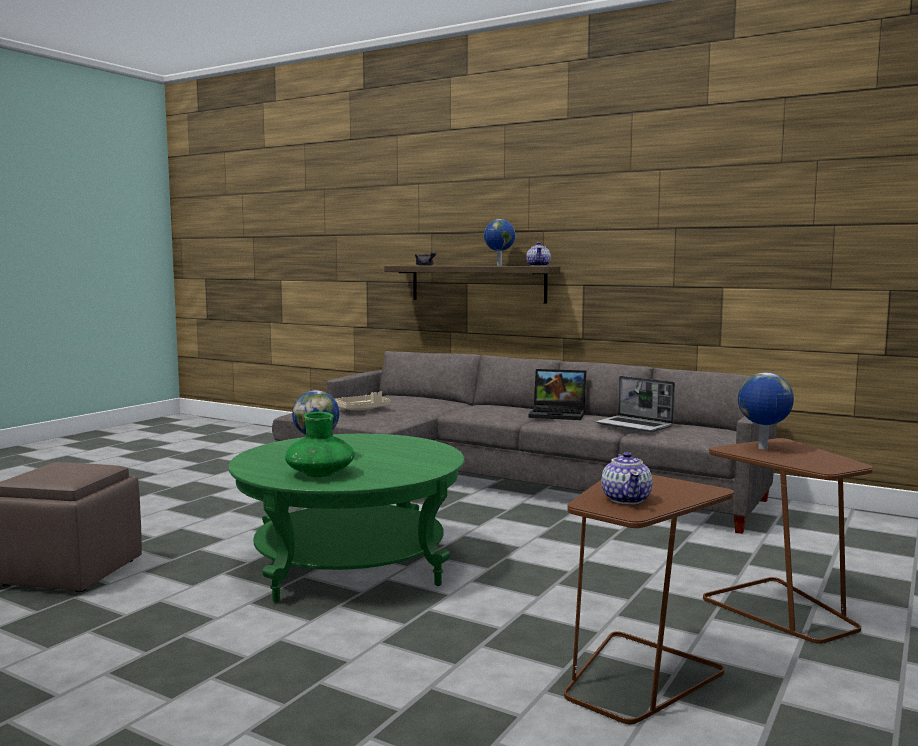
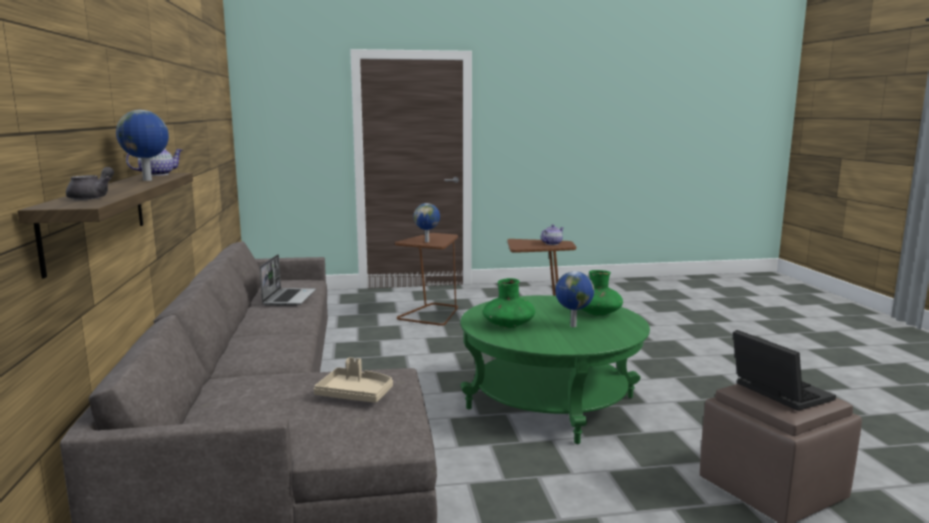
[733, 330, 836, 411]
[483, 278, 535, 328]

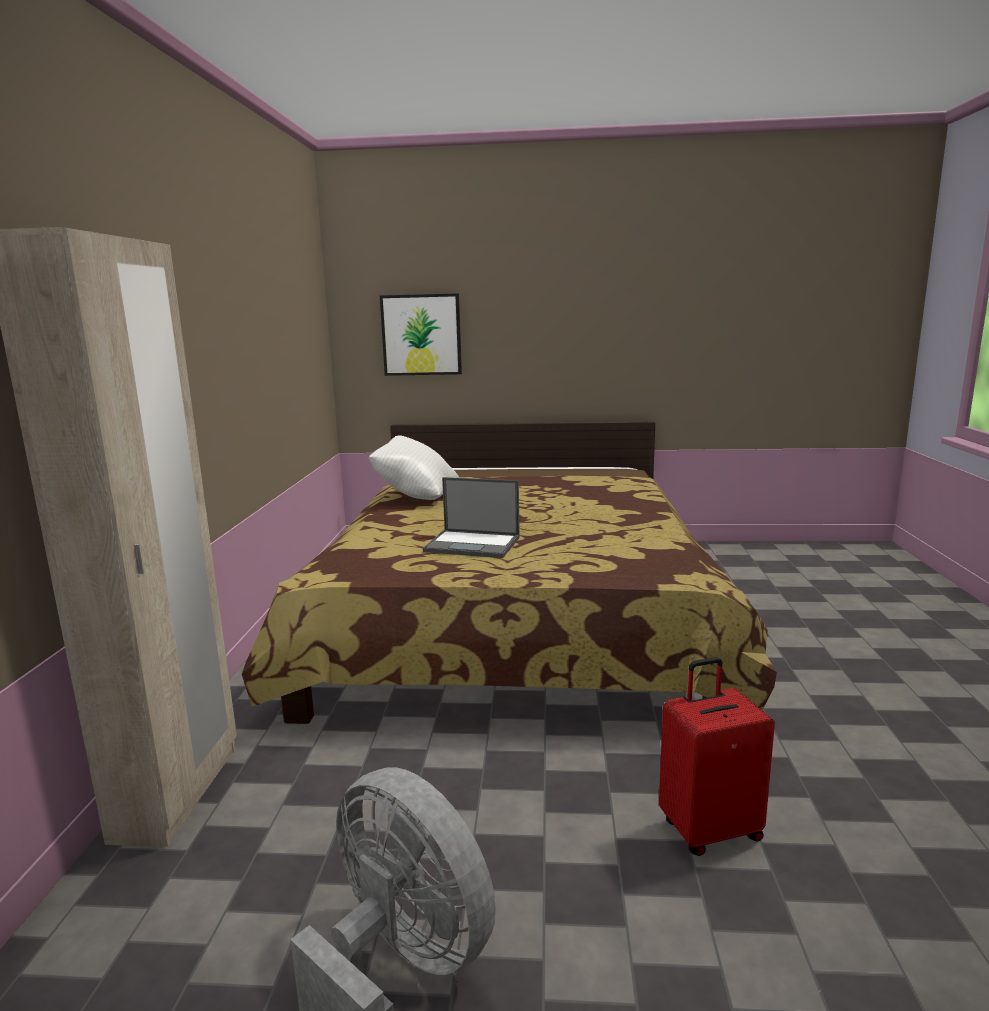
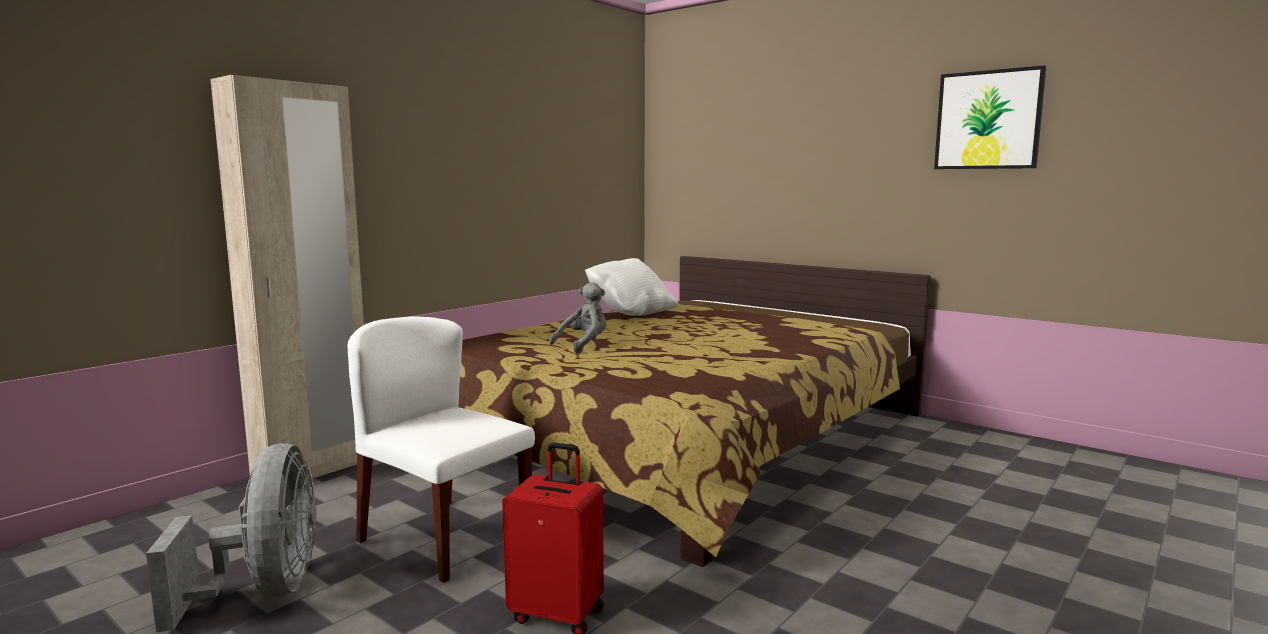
[934, 65, 1046, 169]
[549, 282, 606, 353]
[348, 317, 535, 583]

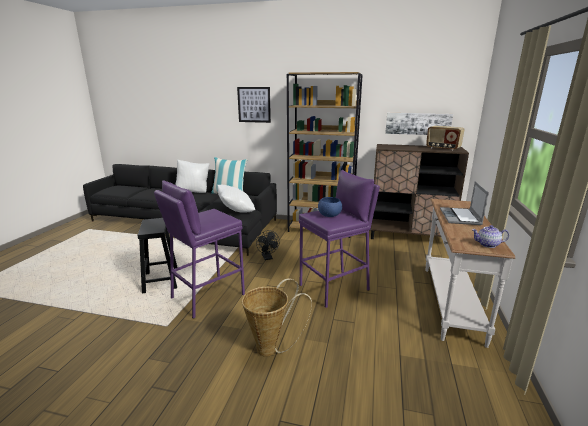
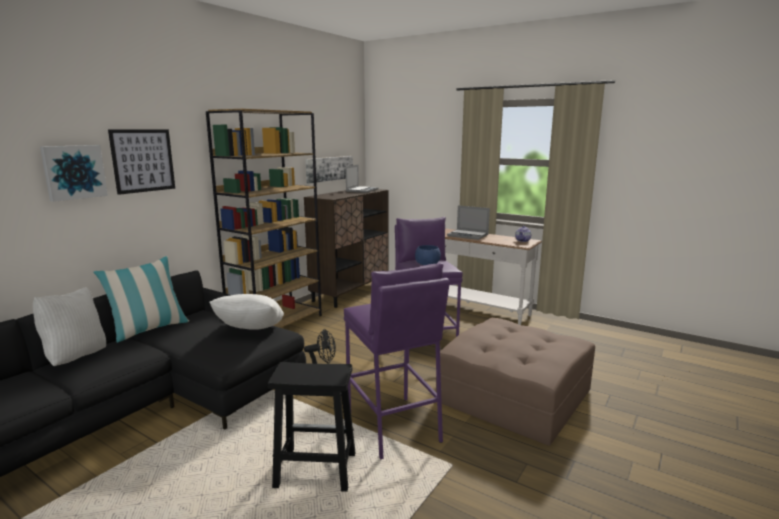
[346, 165, 379, 193]
[436, 318, 595, 446]
[40, 145, 108, 202]

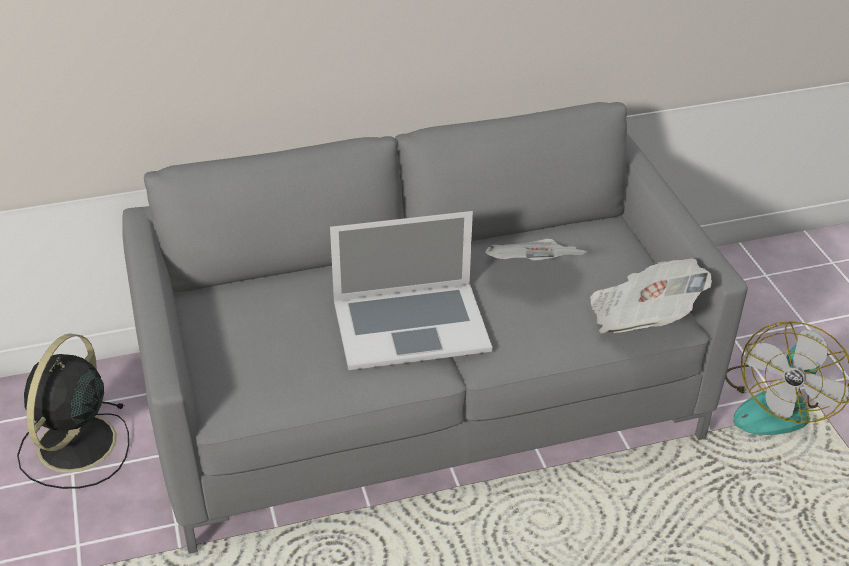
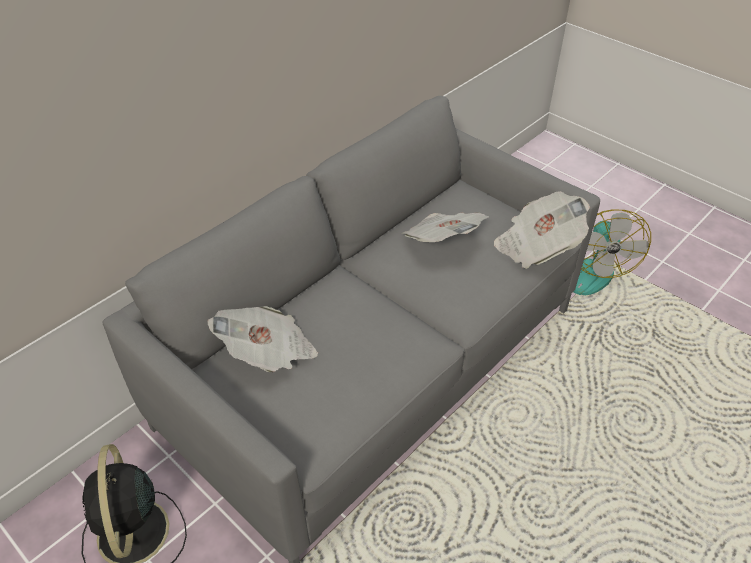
[330, 211, 492, 370] (first image)
[207, 306, 318, 372]

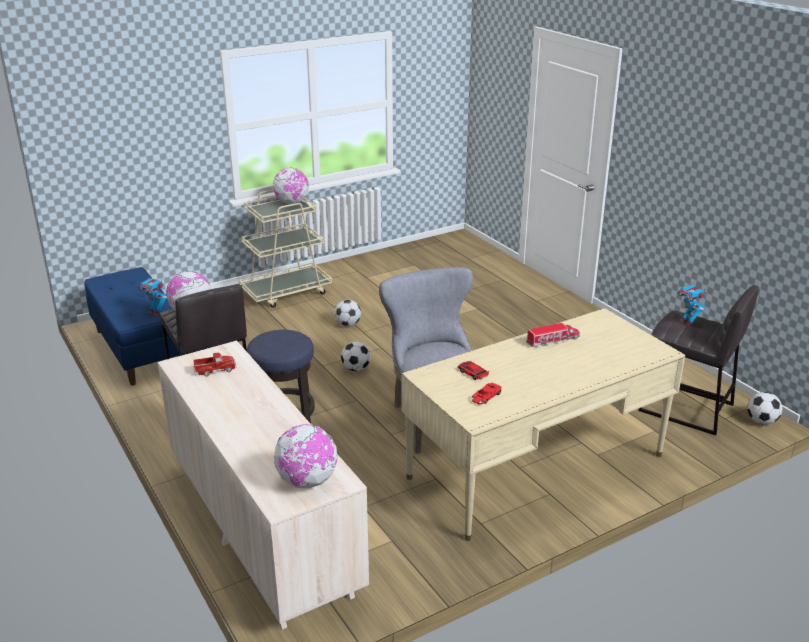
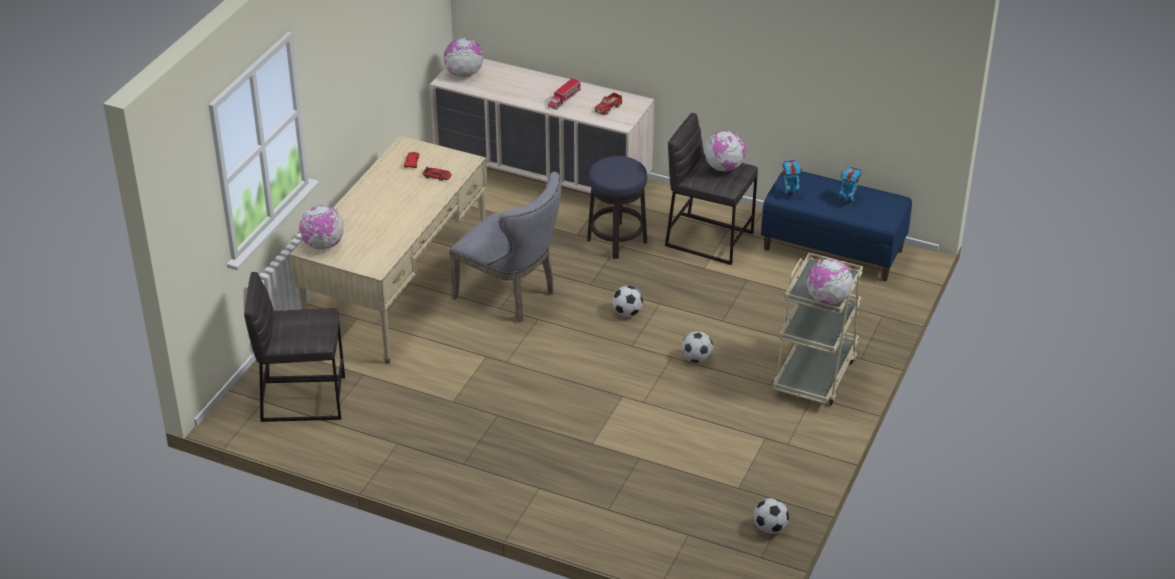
[839, 166, 862, 205]
[548, 78, 581, 110]
[753, 498, 789, 534]
[299, 205, 344, 250]

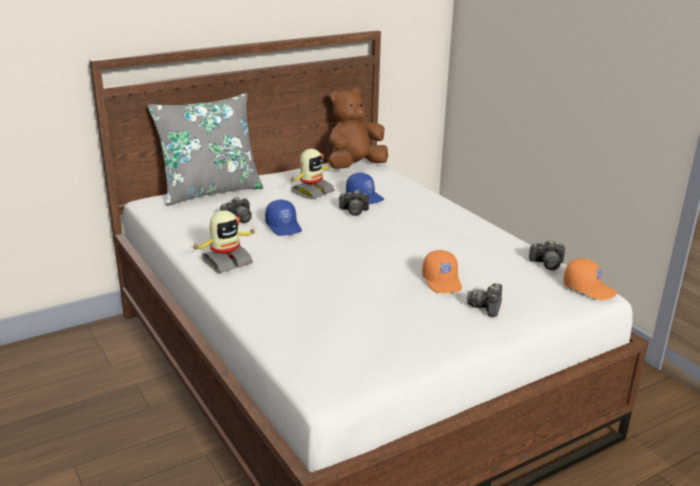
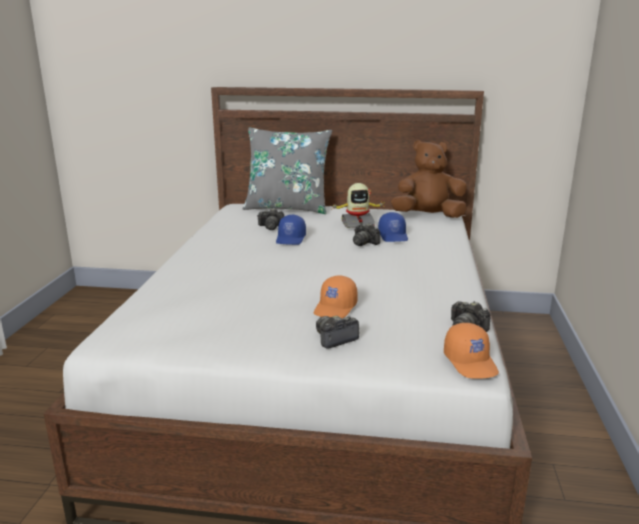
[190, 210, 257, 273] (first image)

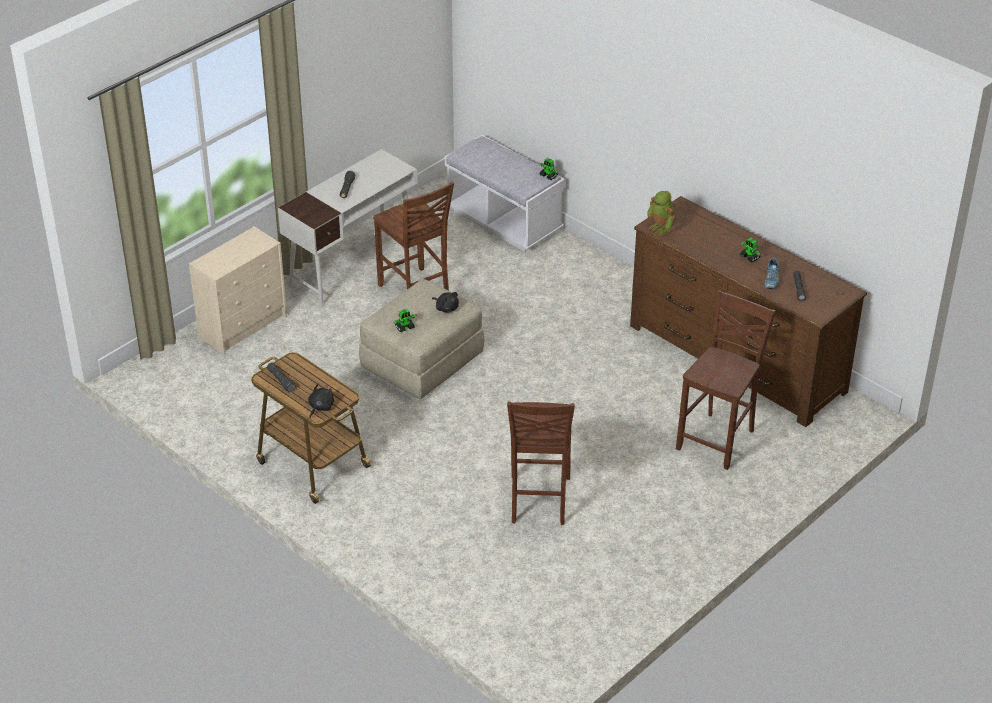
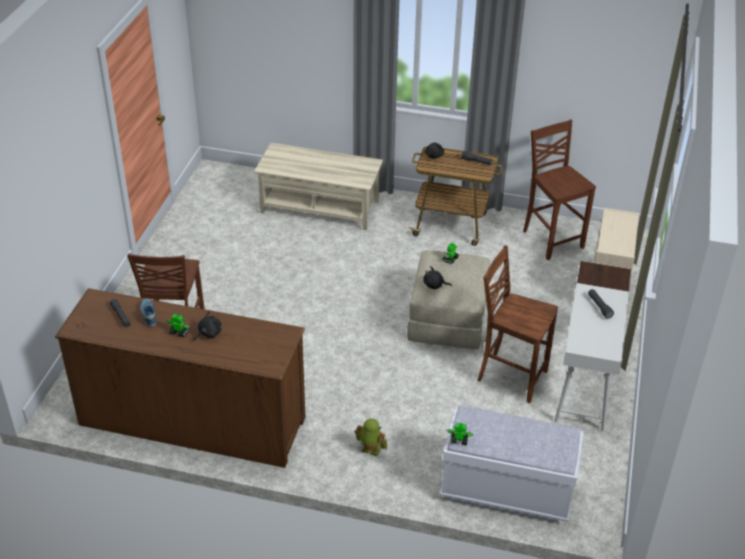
[355, 418, 388, 456]
[523, 120, 596, 260]
[254, 143, 383, 230]
[193, 311, 222, 342]

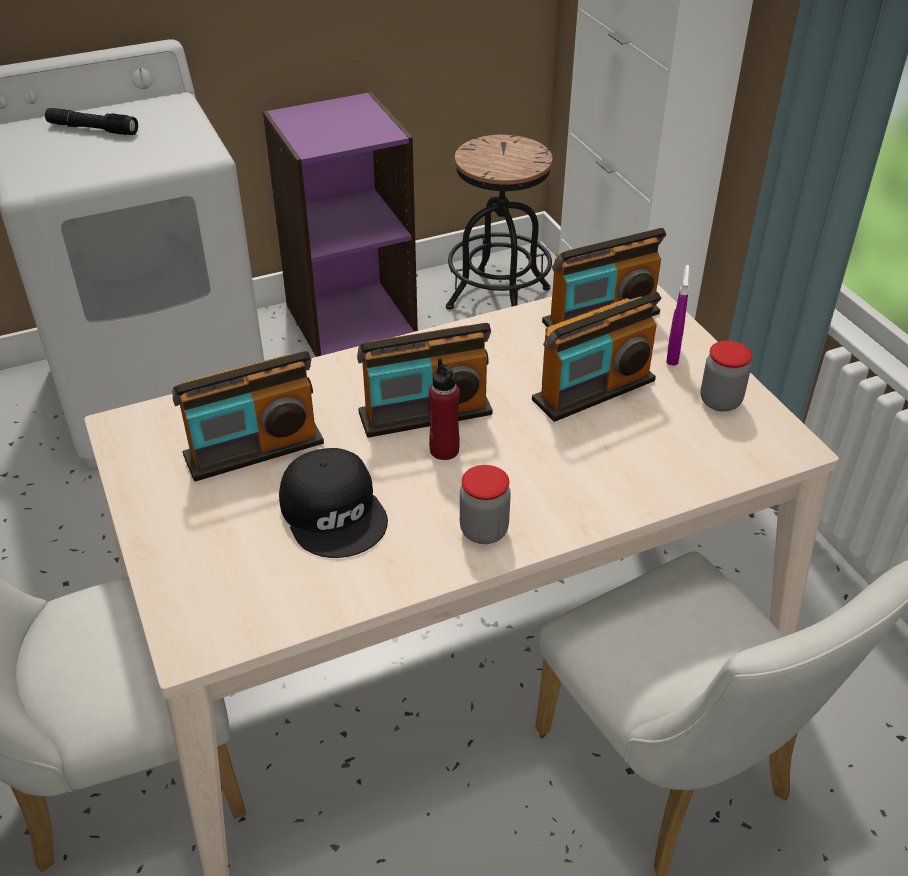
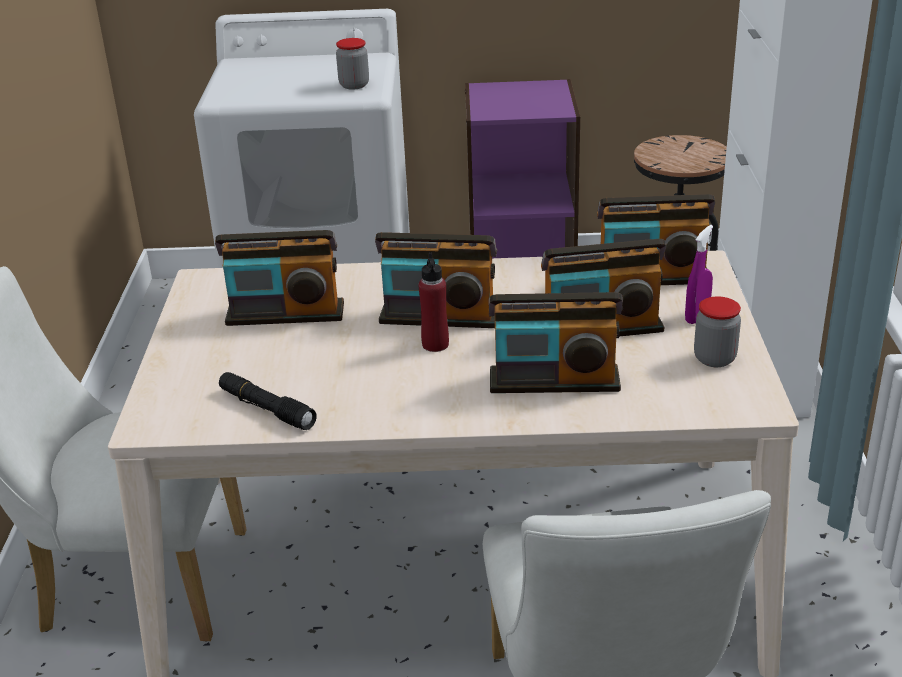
[219, 372, 317, 430]
[279, 448, 388, 558] (first image)
[336, 38, 369, 90]
[489, 292, 623, 393]

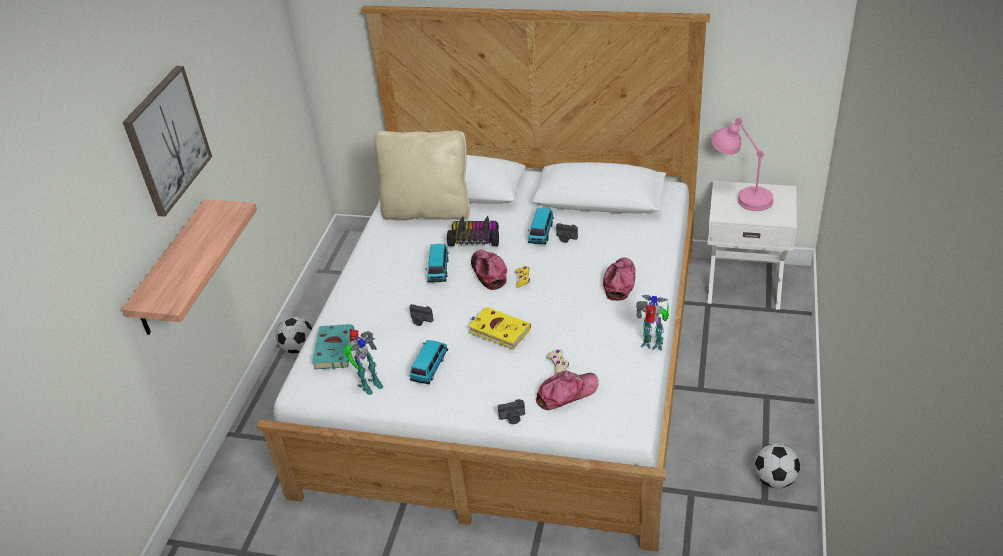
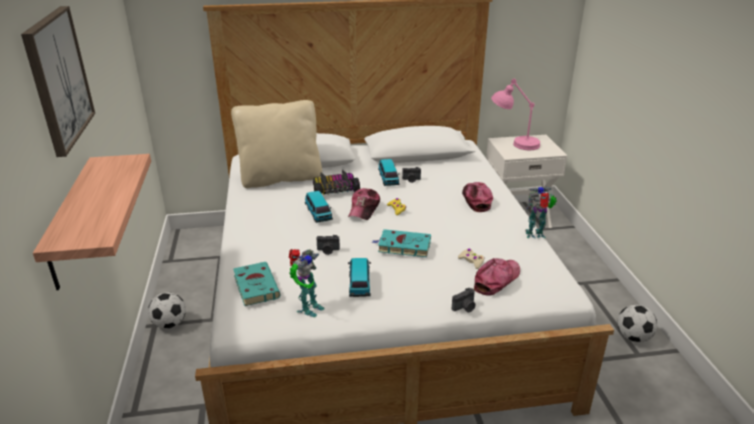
[348, 188, 380, 220]
[372, 229, 431, 257]

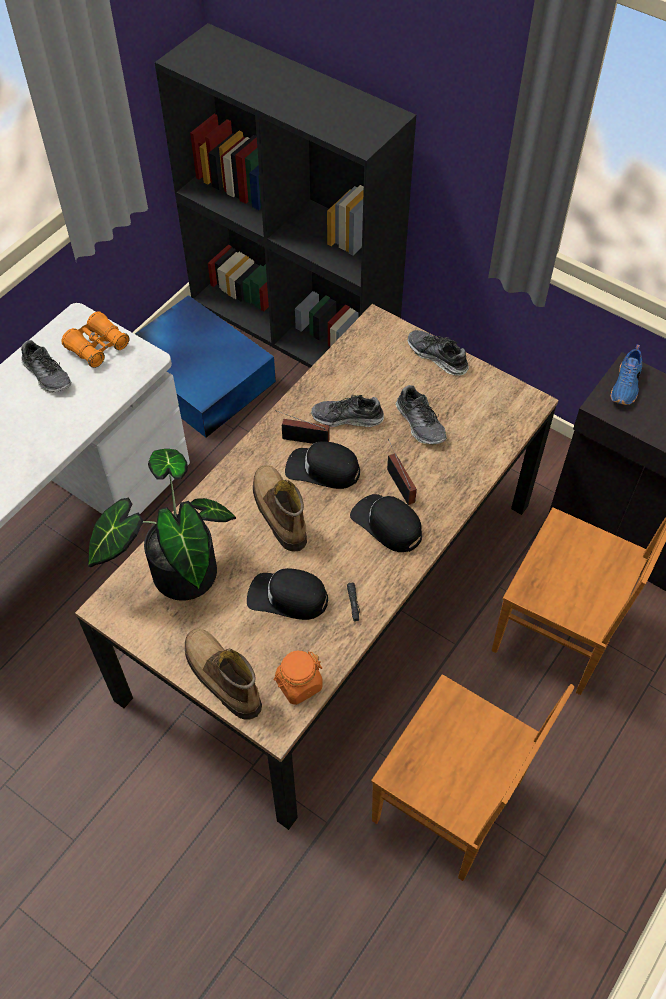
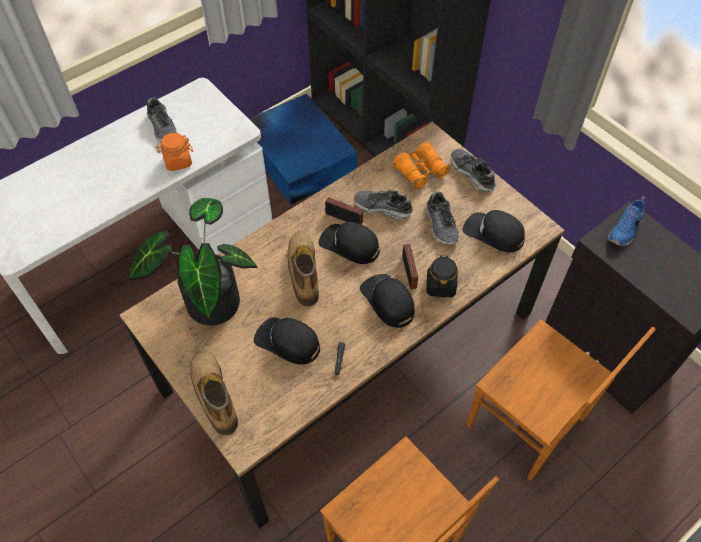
[393, 142, 450, 189]
[156, 133, 193, 171]
[463, 210, 525, 252]
[427, 255, 458, 297]

